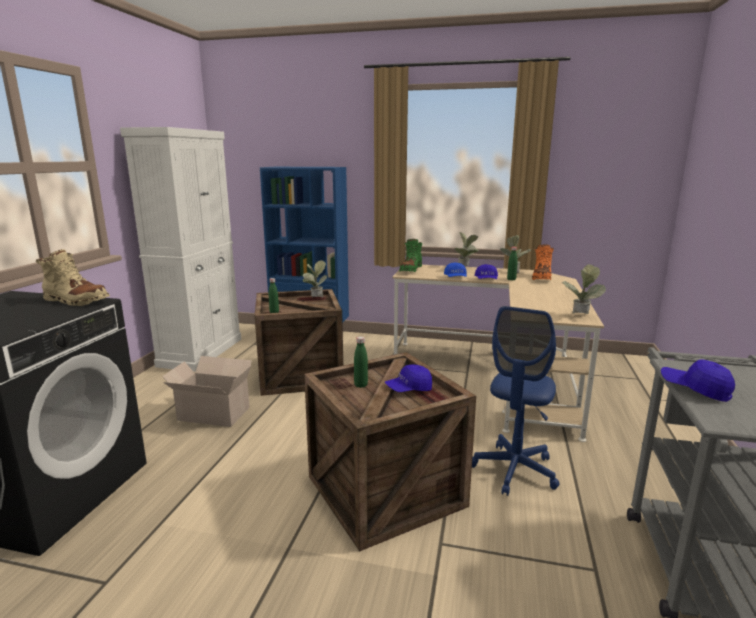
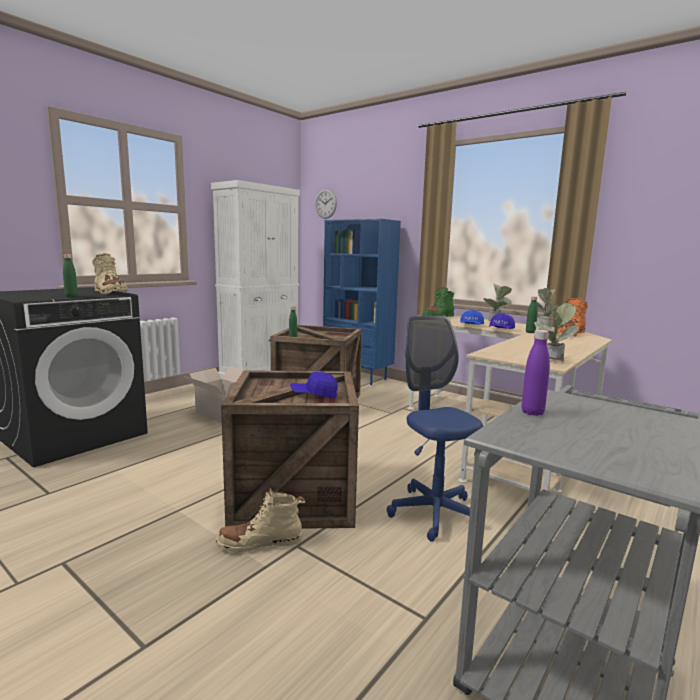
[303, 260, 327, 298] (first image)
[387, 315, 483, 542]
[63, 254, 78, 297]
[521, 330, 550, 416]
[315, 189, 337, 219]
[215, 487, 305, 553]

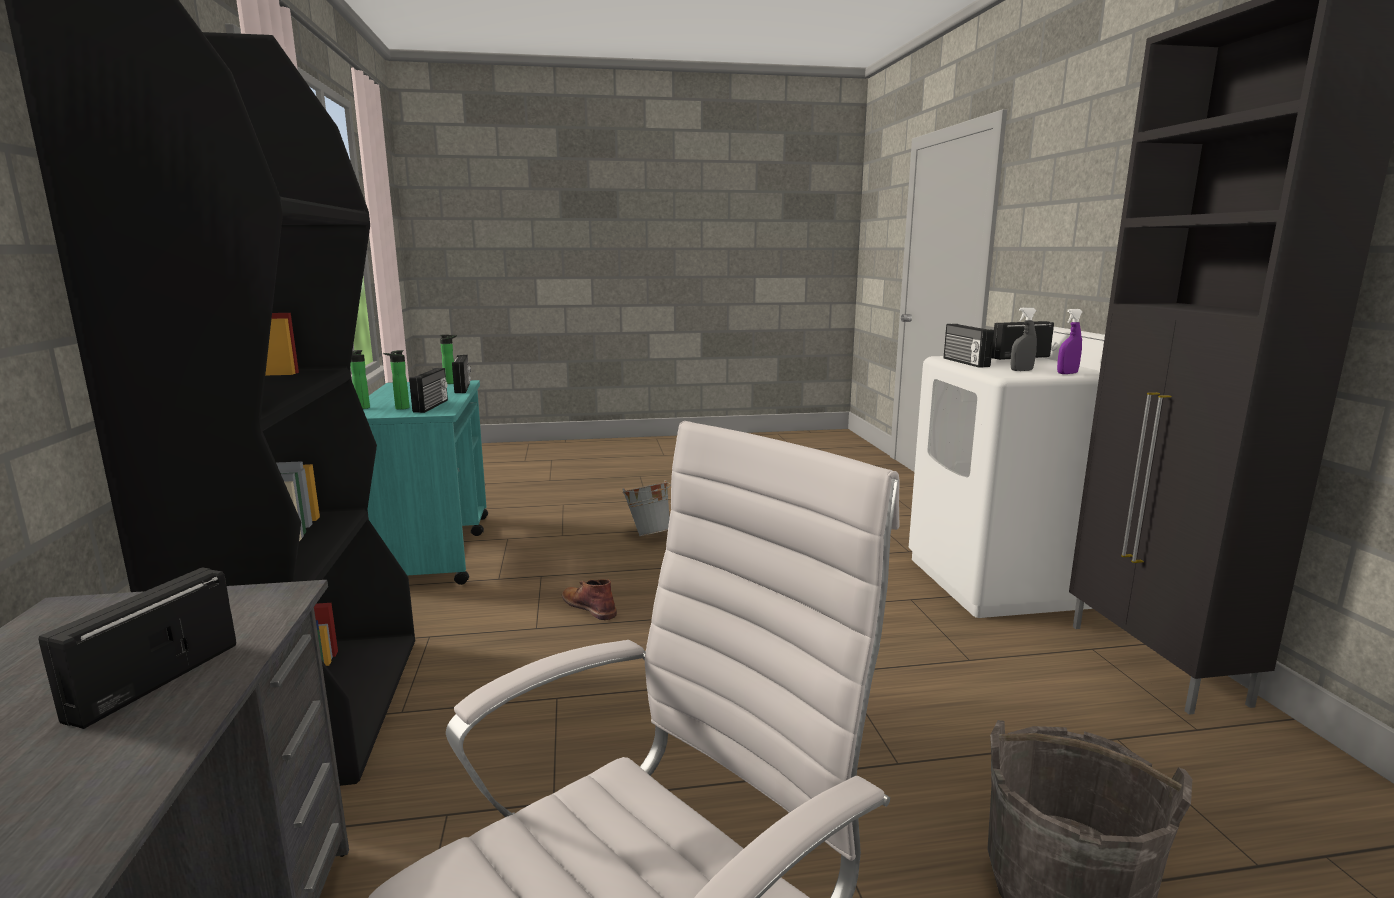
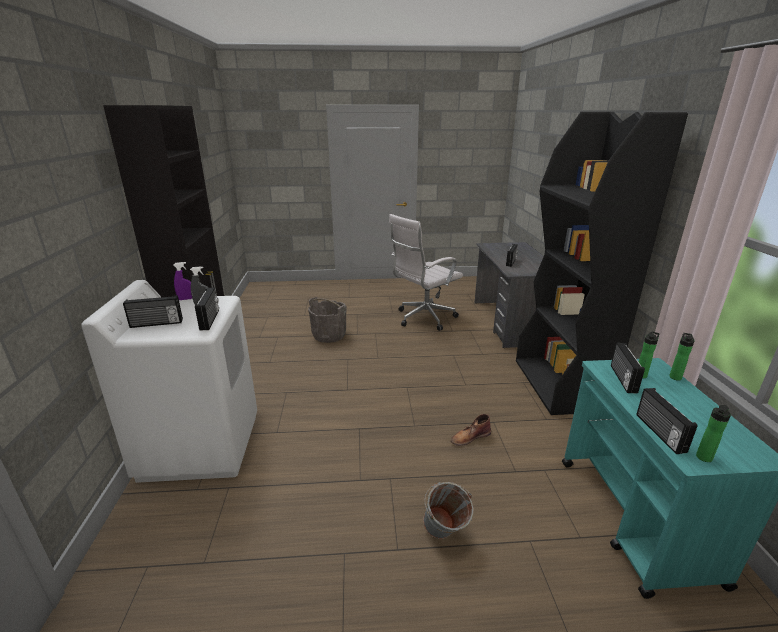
[451, 414, 491, 446]

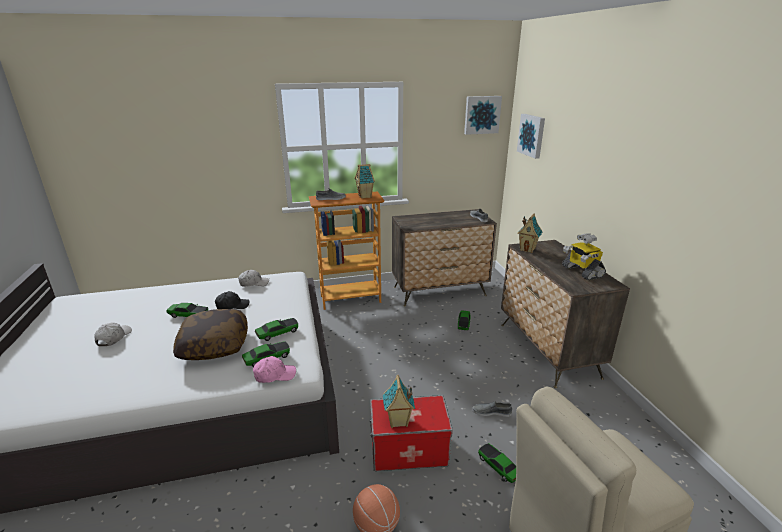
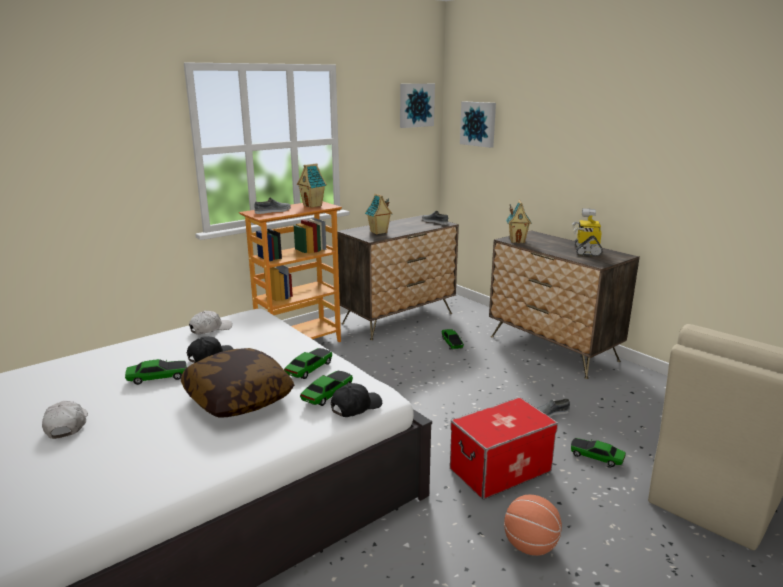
[572, 208, 602, 256]
[331, 383, 382, 417]
[365, 193, 393, 235]

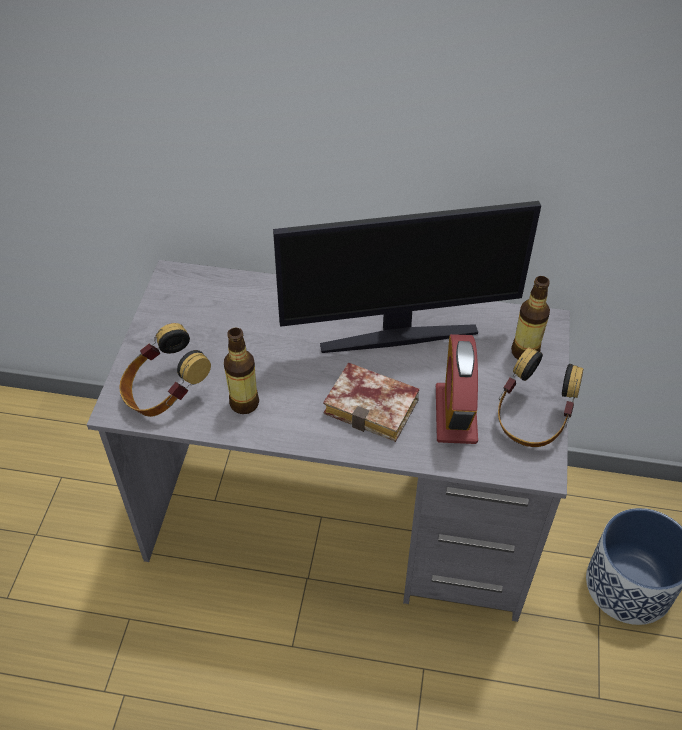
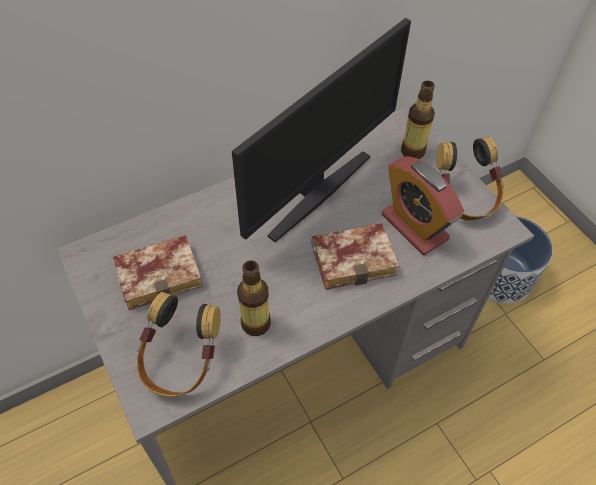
[113, 235, 203, 310]

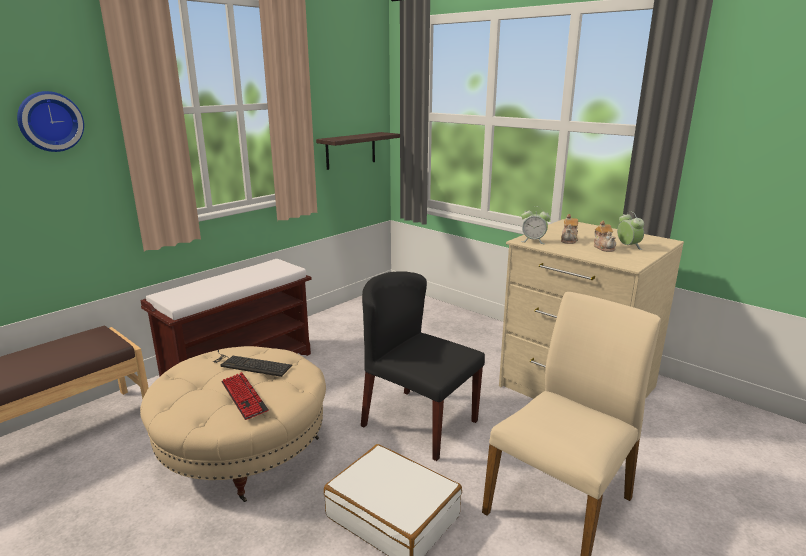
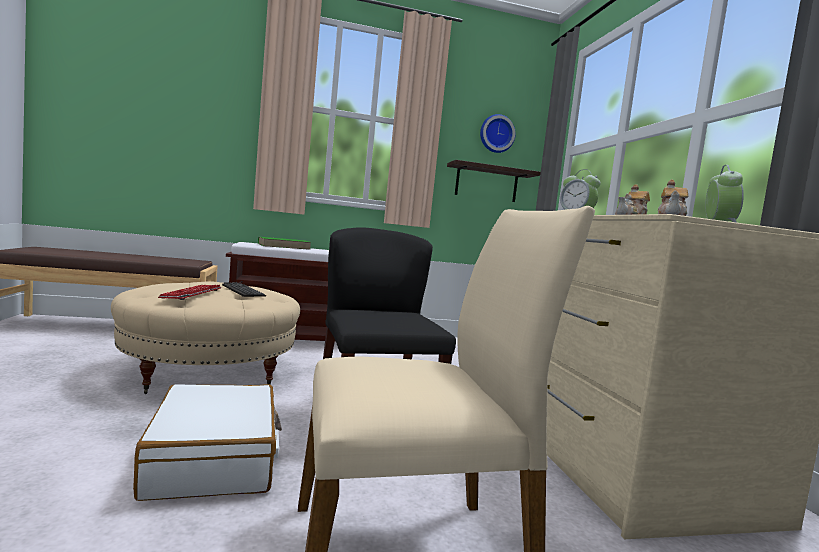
[480, 114, 516, 153]
[258, 237, 312, 250]

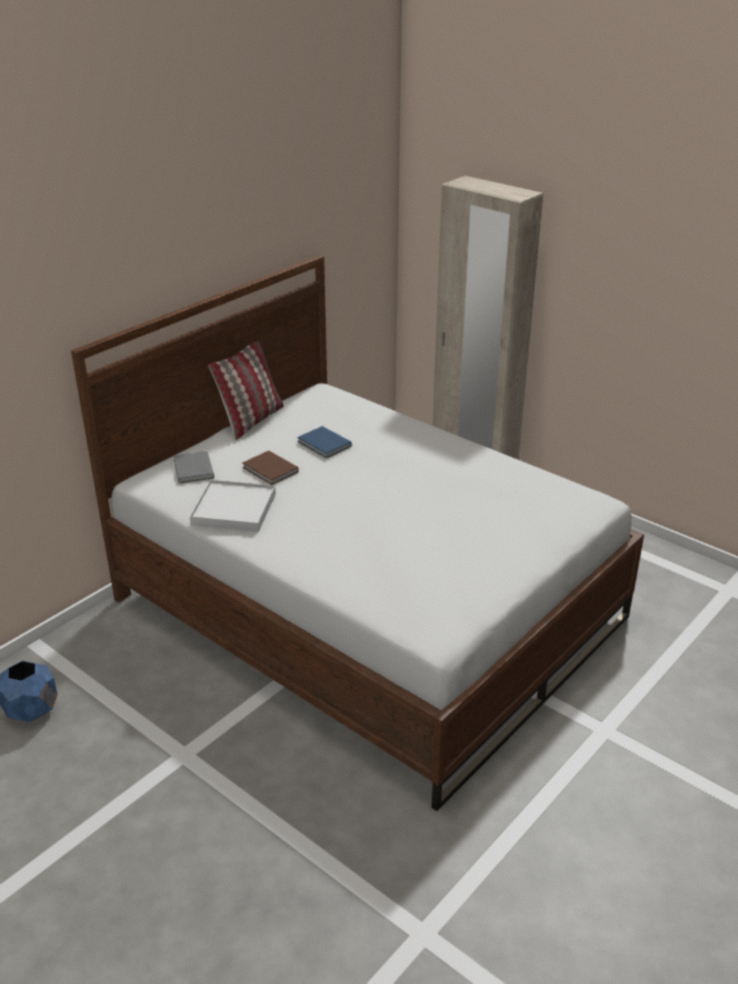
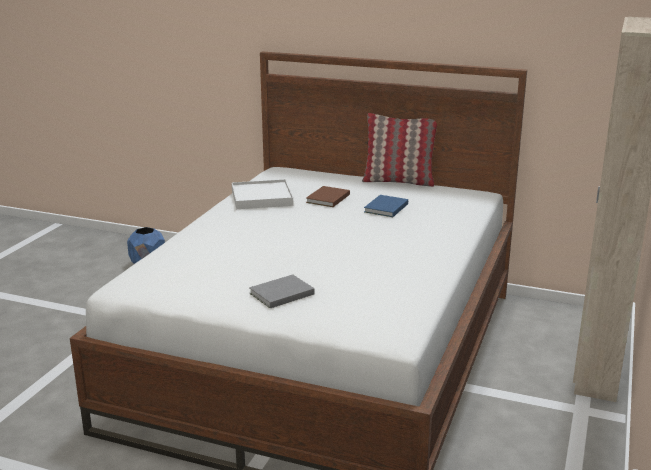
[249, 274, 315, 308]

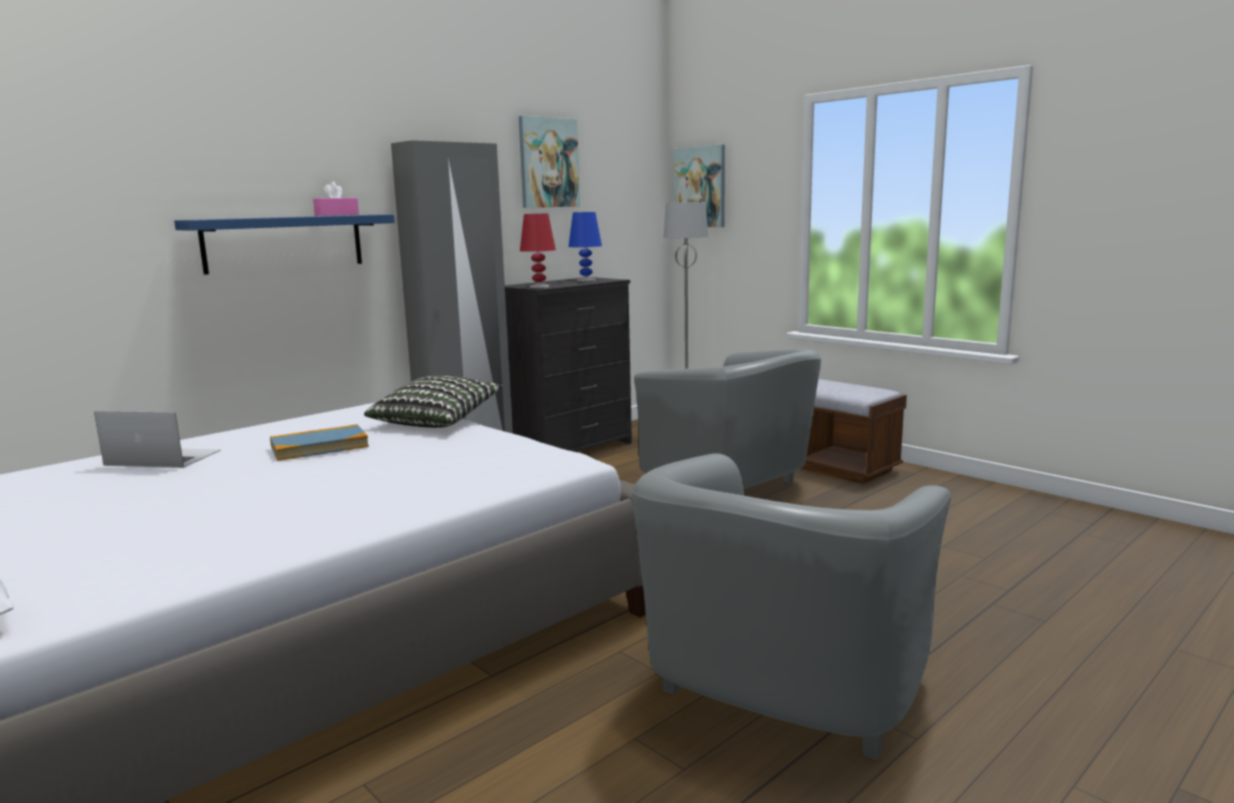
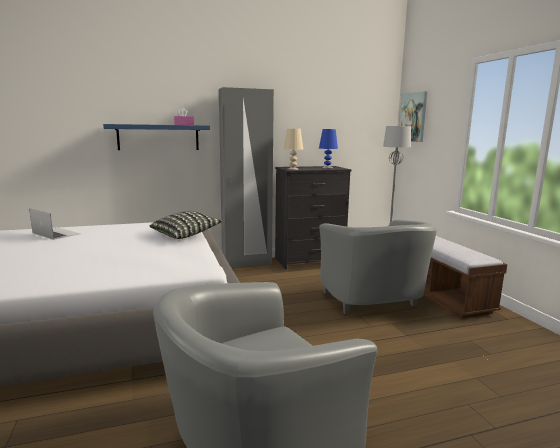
[519, 116, 580, 208] (first image)
[284, 129, 303, 170]
[270, 424, 369, 461] (first image)

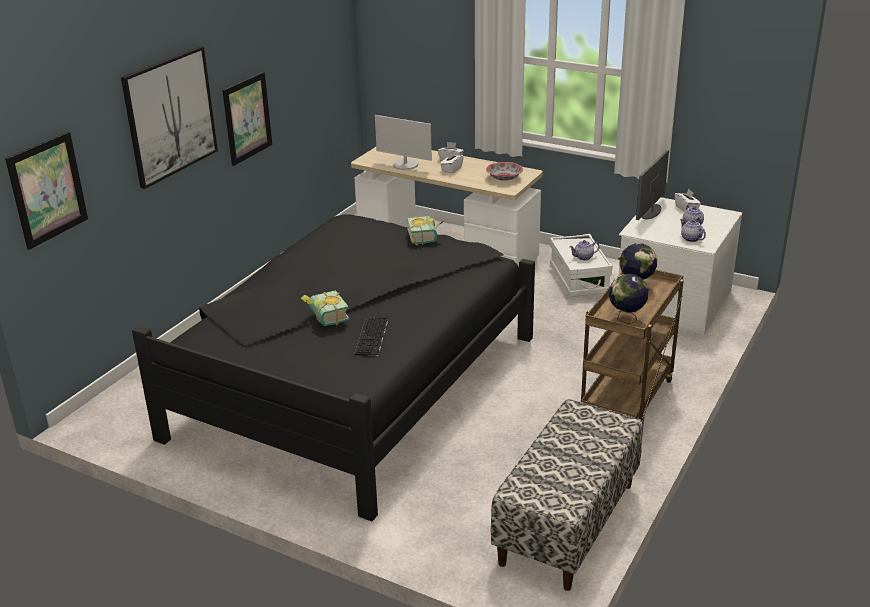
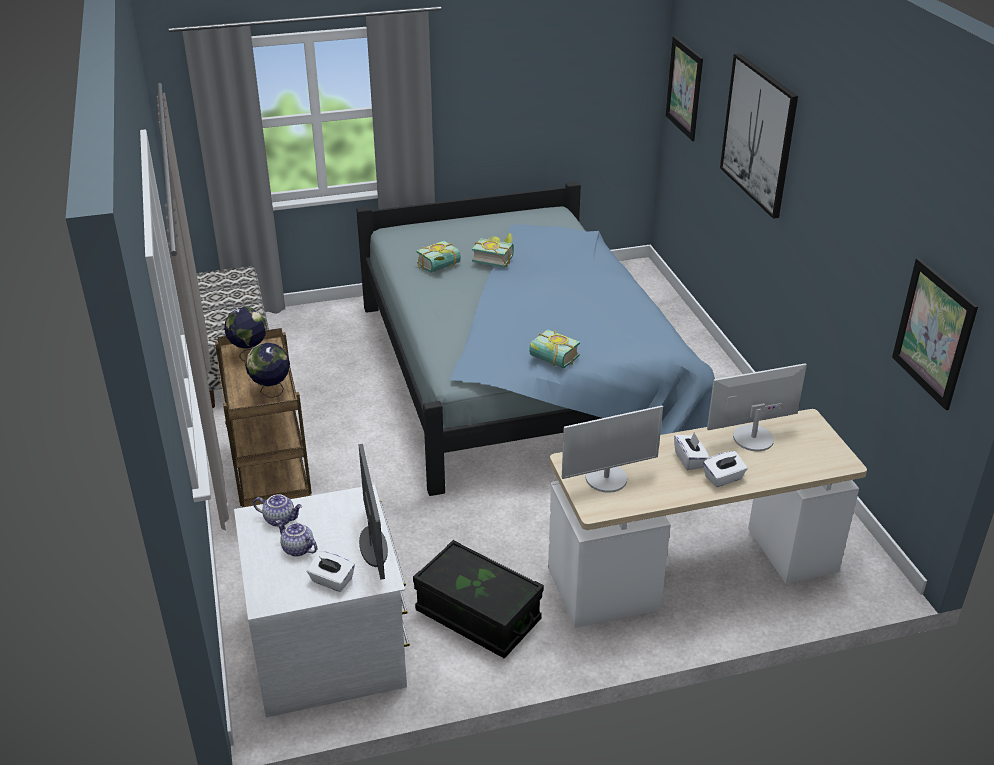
[892, 258, 978, 410]
[562, 405, 663, 493]
[356, 182, 715, 496]
[413, 540, 544, 659]
[569, 240, 600, 260] (first image)
[416, 241, 461, 273]

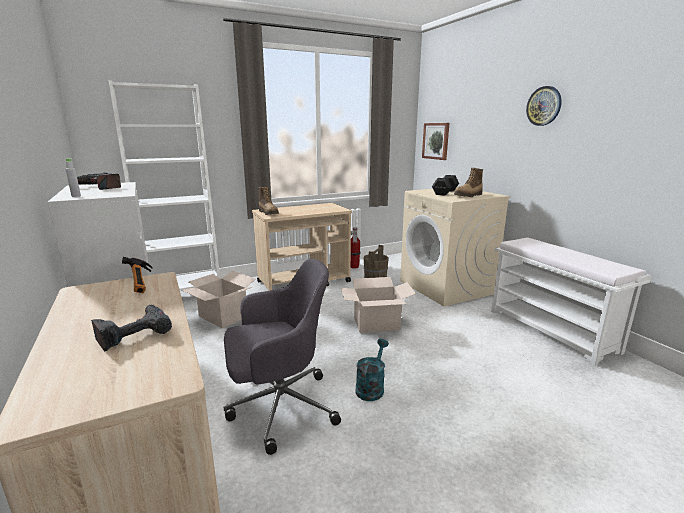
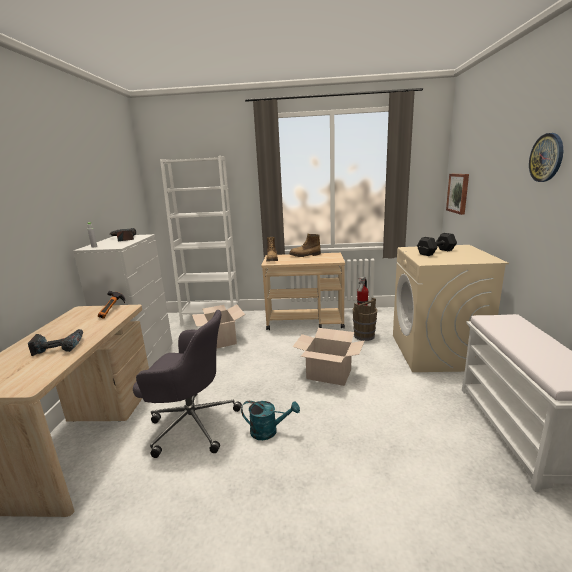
[289, 234, 321, 257]
[241, 401, 300, 440]

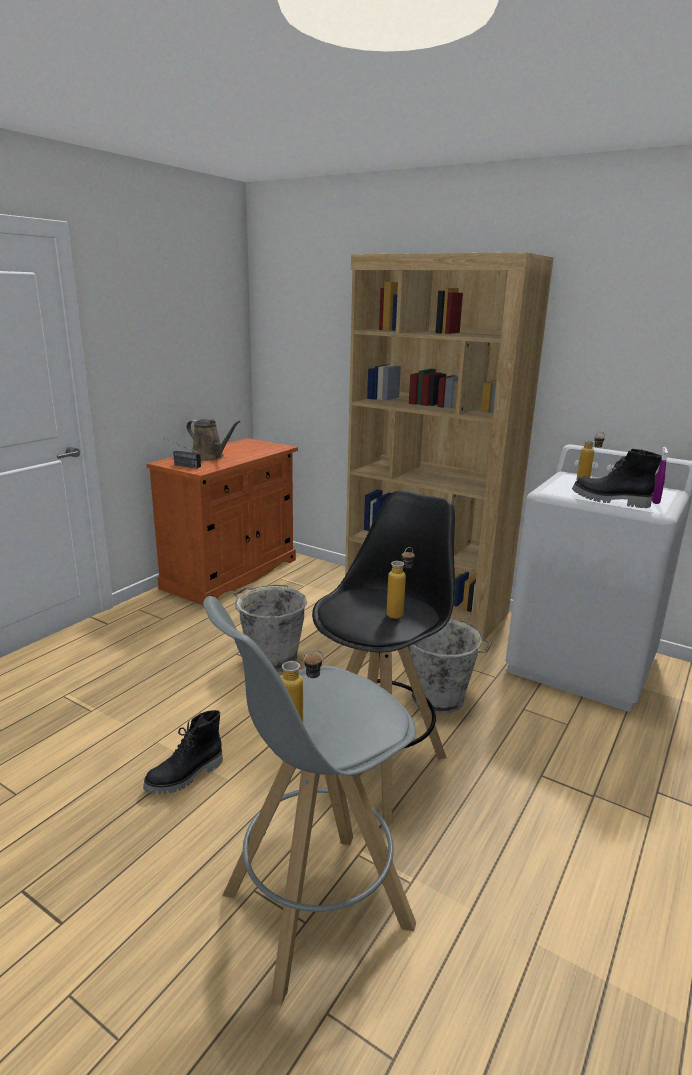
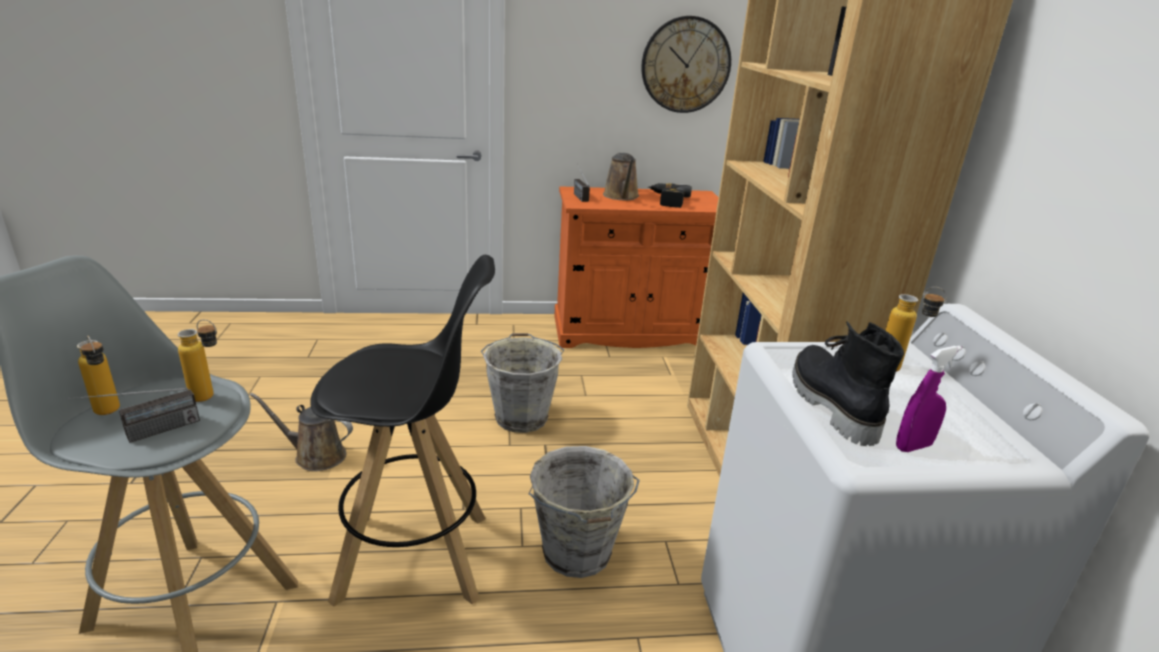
[178, 319, 217, 402]
[250, 393, 353, 471]
[641, 16, 731, 113]
[648, 183, 692, 208]
[68, 388, 200, 443]

